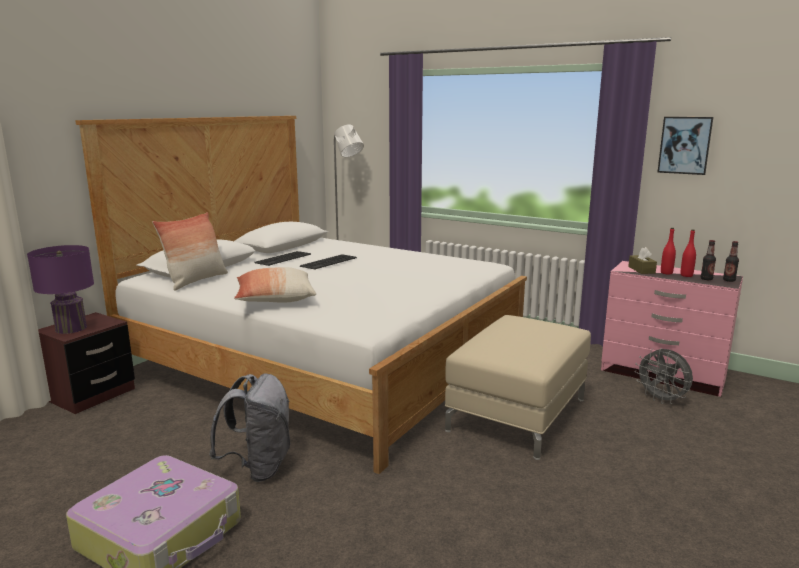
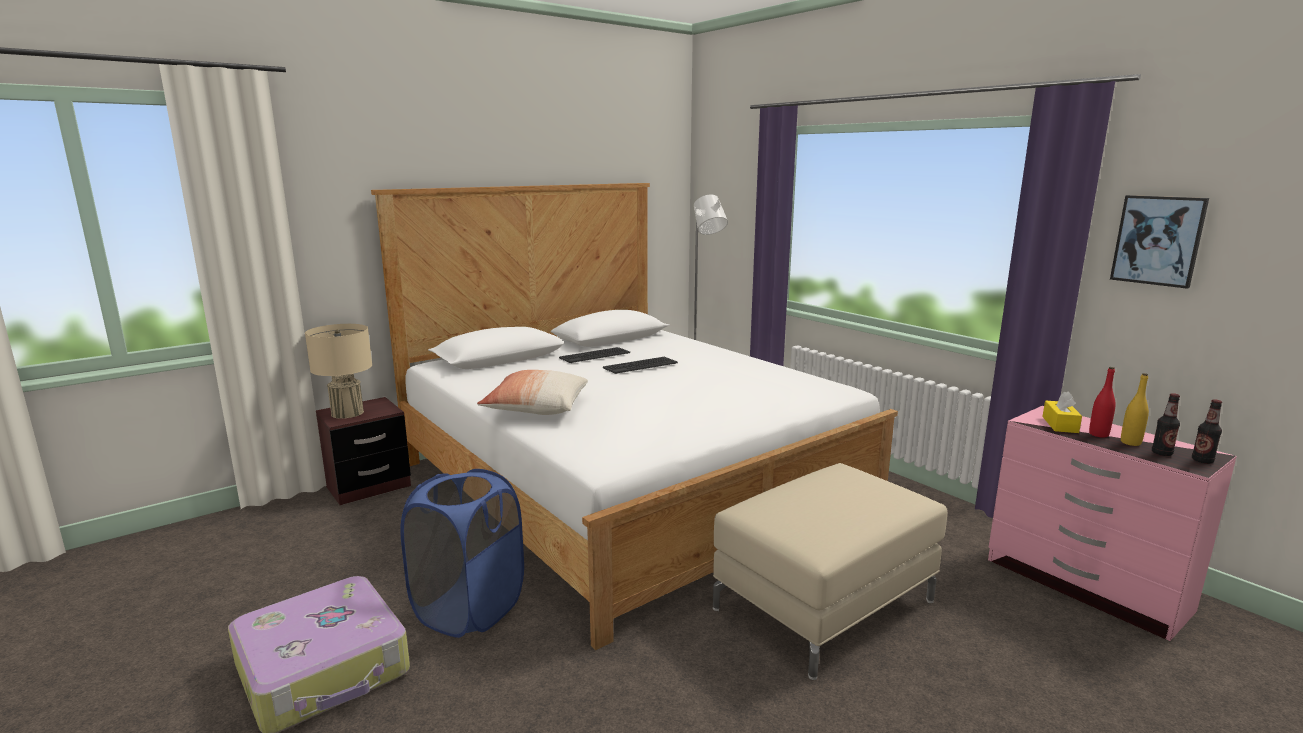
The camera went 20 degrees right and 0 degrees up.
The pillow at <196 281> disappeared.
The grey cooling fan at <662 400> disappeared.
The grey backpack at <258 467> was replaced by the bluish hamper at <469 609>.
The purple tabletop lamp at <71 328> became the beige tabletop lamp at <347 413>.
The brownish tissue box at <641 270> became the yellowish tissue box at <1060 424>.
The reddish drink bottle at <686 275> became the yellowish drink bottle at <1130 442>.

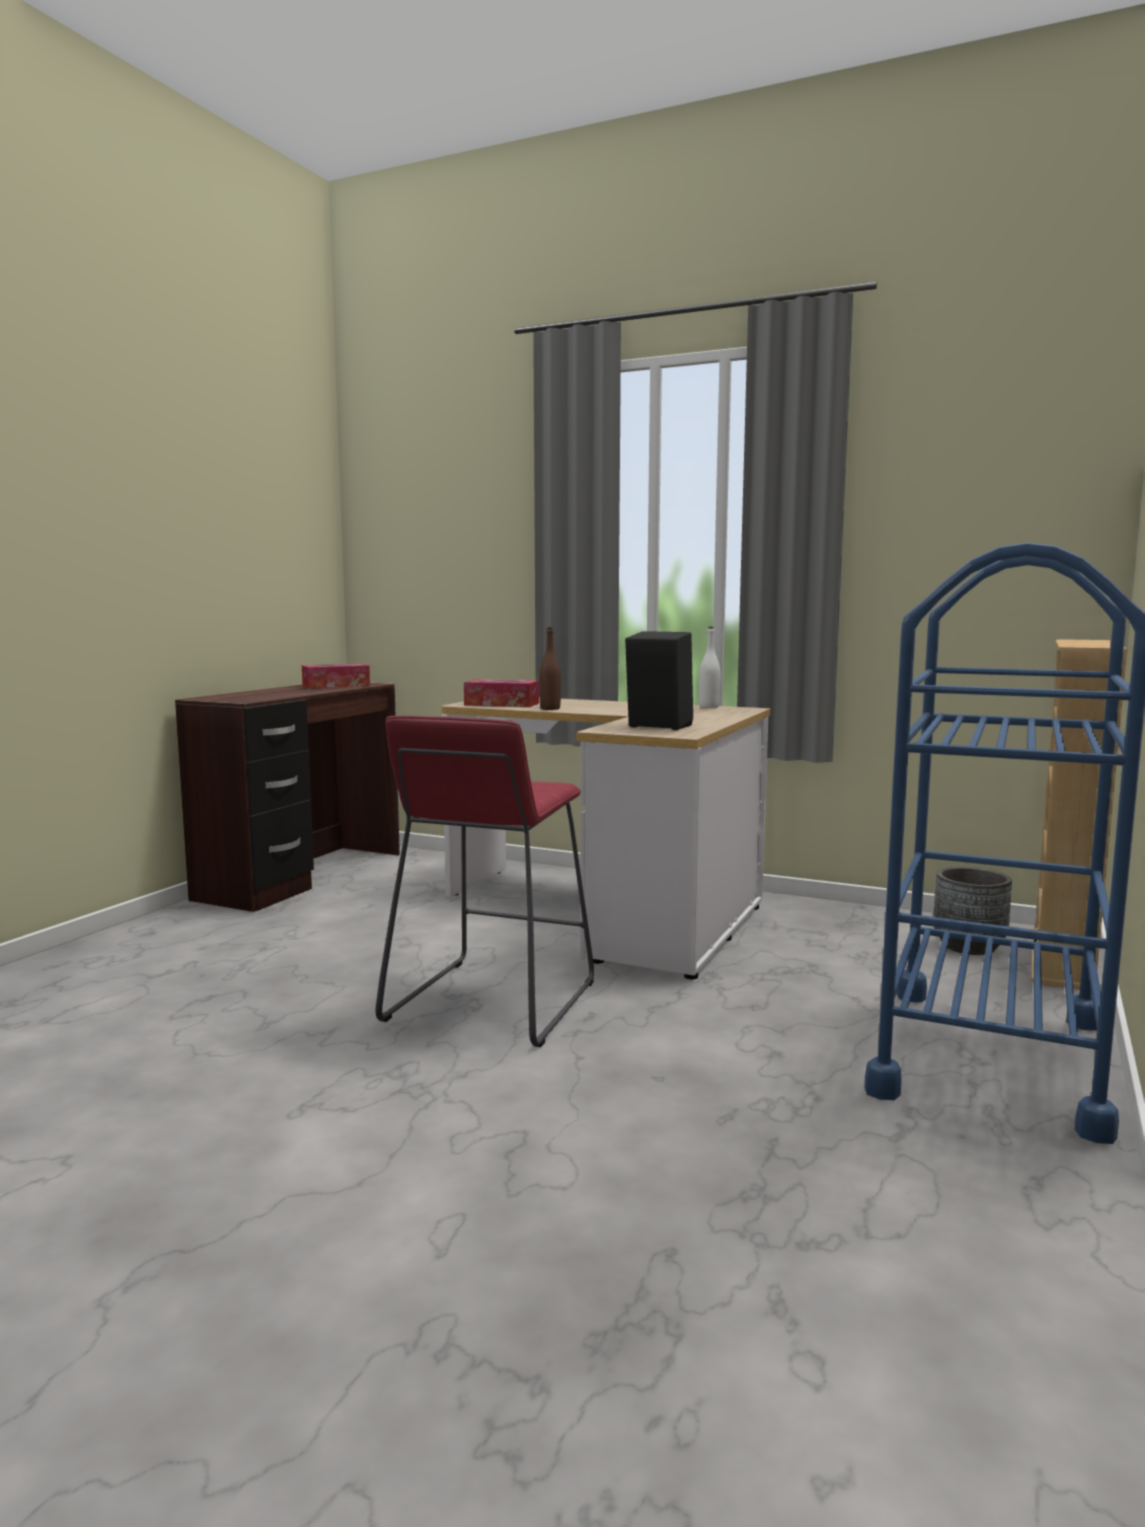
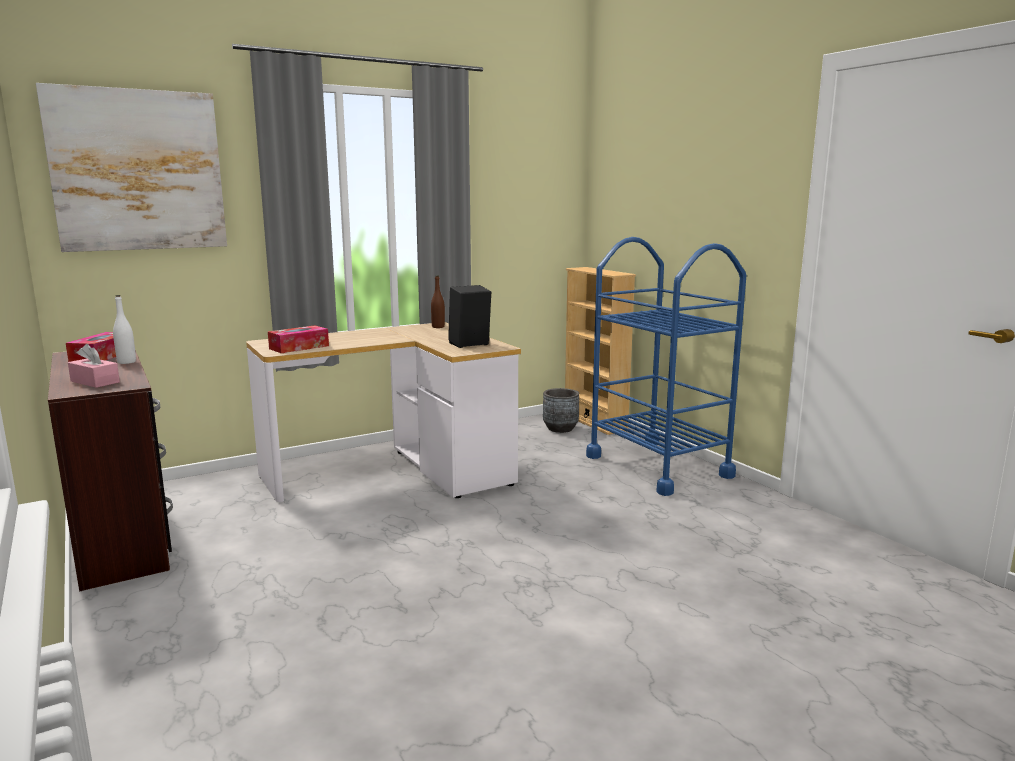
The camera went 55 degrees left and 5 degrees up.
The reddish stool seat at <491 1002> disappeared.
The wall art at <138 171> appeared.
The pinkish tissue box at <95 382> appeared.
The brownish drink bottle moved from <550 709> to <438 327>.
The whitish drink bottle moved from <709 707> to <126 362>.

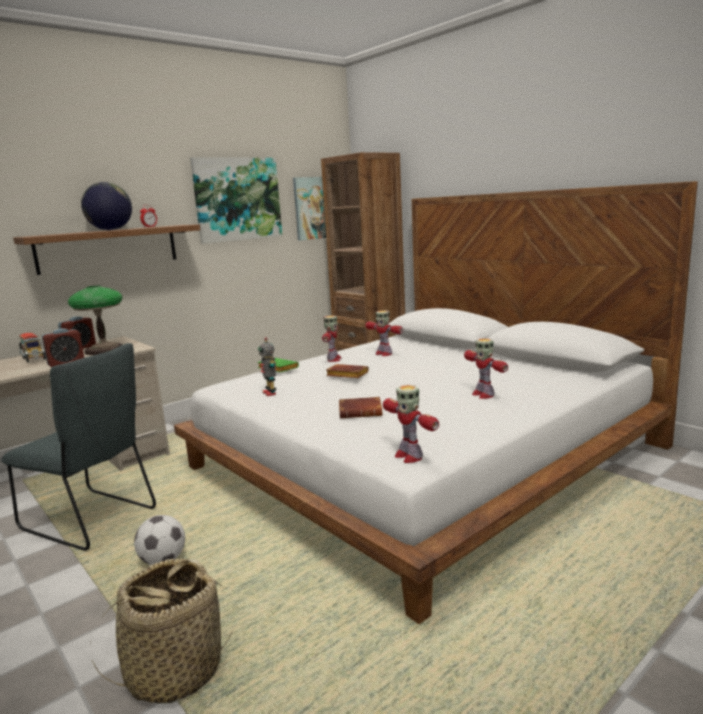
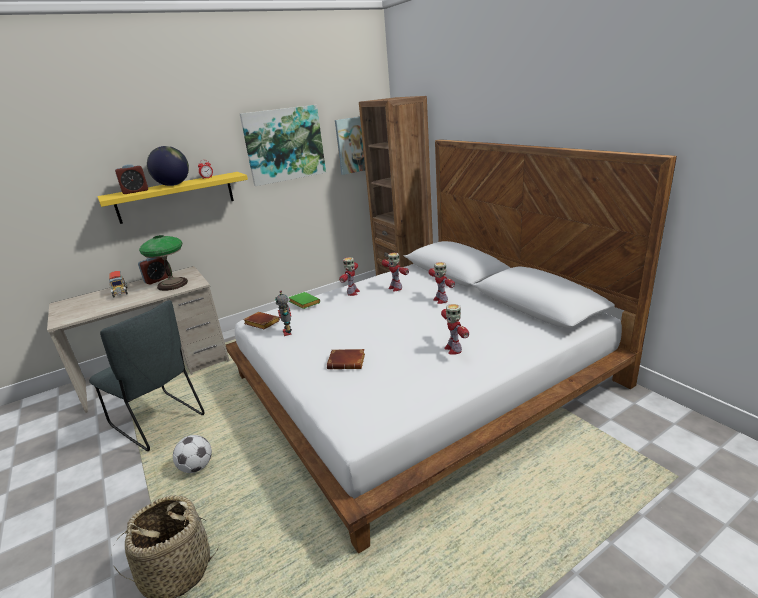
The camera went 10 degrees right and 10 degrees up.
The table clock moved from <66 363> to <135 191>.
The brownish bound book moved from <346 375> to <260 323>.
The model robot moved from <408 456> to <440 300>.
The brownish wall shelf at <108 248> became the yellowish wall shelf at <176 197>.

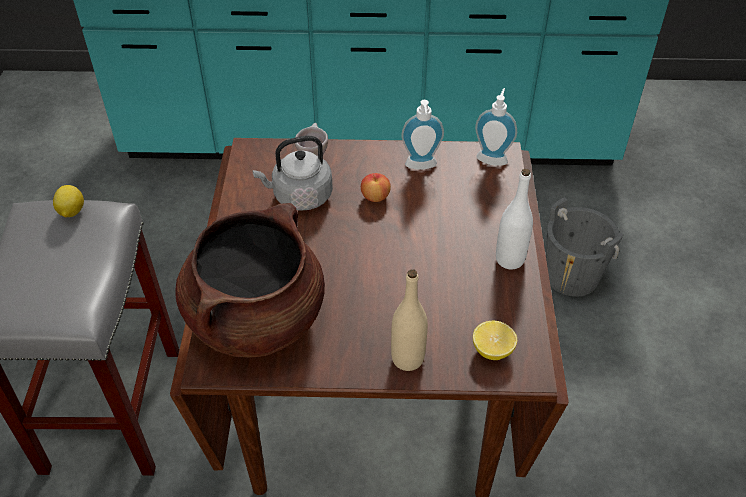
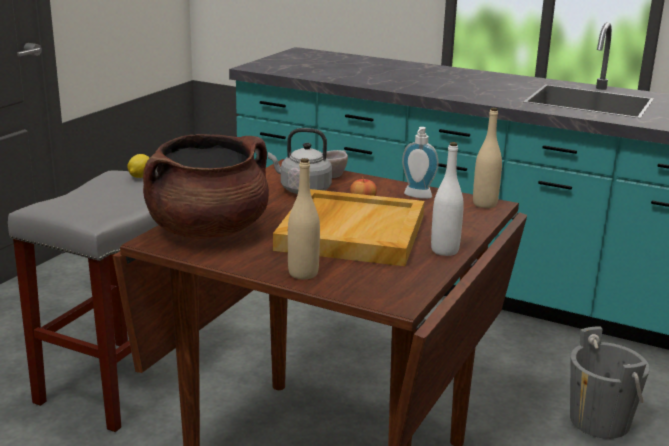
The camera went 25 degrees right and 25 degrees down.
The whole lemon at <492 350> disappeared.
The beige carrying tray at <351 232> appeared.
The soap dispenser at <492 157> was replaced by the beige drink bottle at <484 204>.

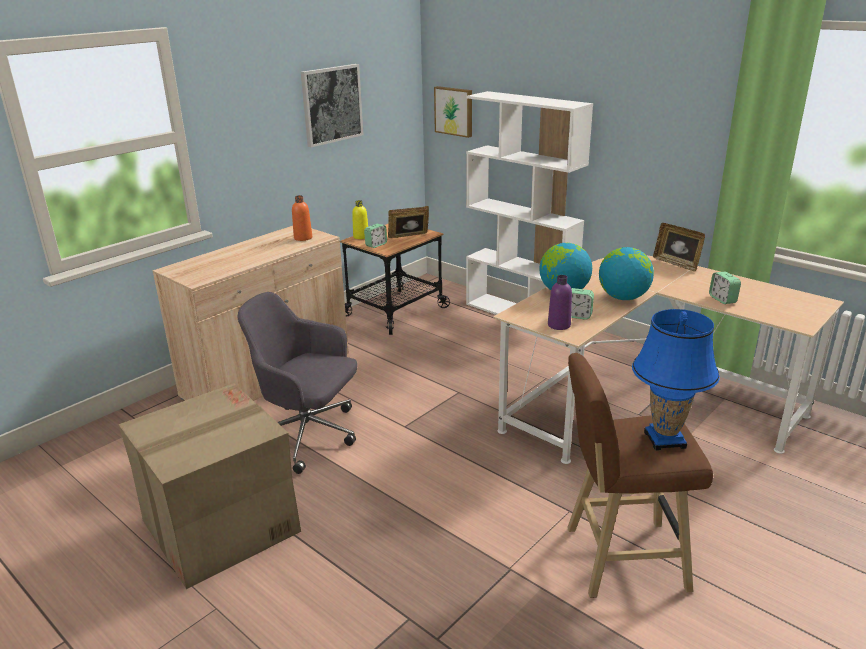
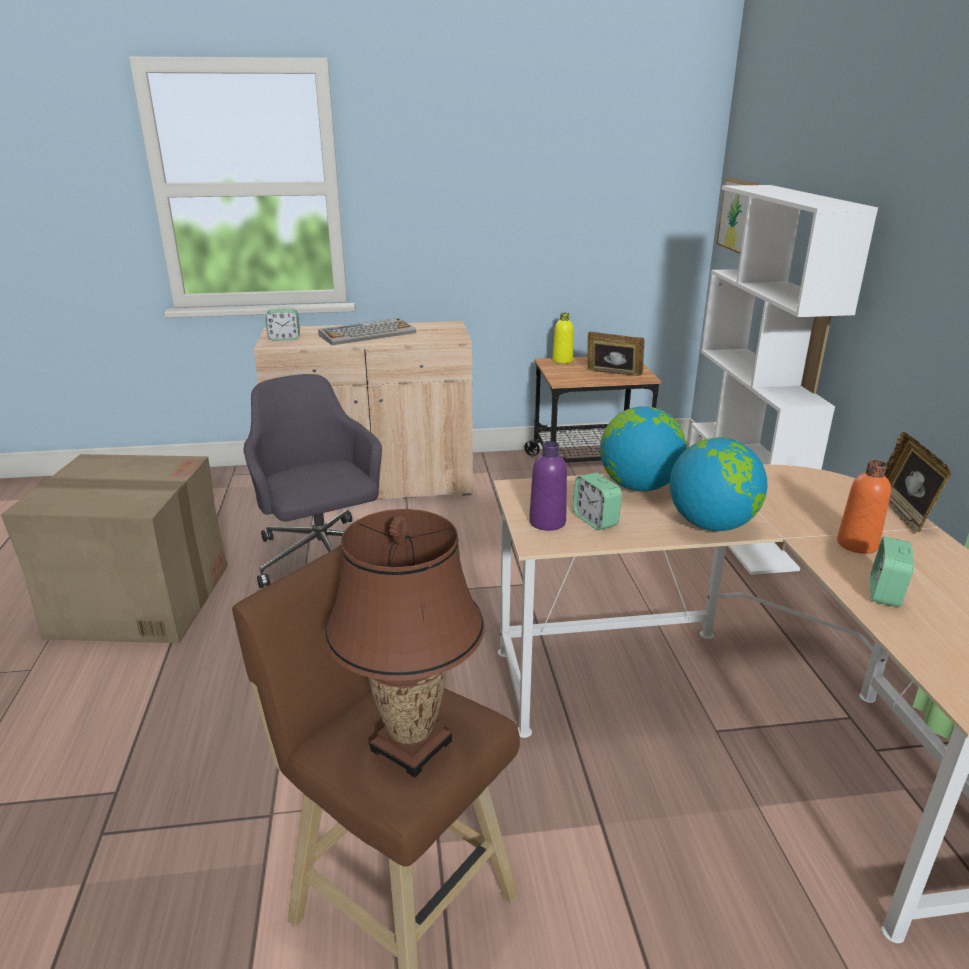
The camera went 40 degrees right and 0 degrees up.
The wall art at <331 104> disappeared.
The keyboard at <368 334> appeared.
The orange-coloured drink bottle moved from <303 238> to <857 544>.
The table clock moved from <376 245> to <284 338>.
The bluish tabletop lamp at <665 440> became the brownish tabletop lamp at <411 746>.

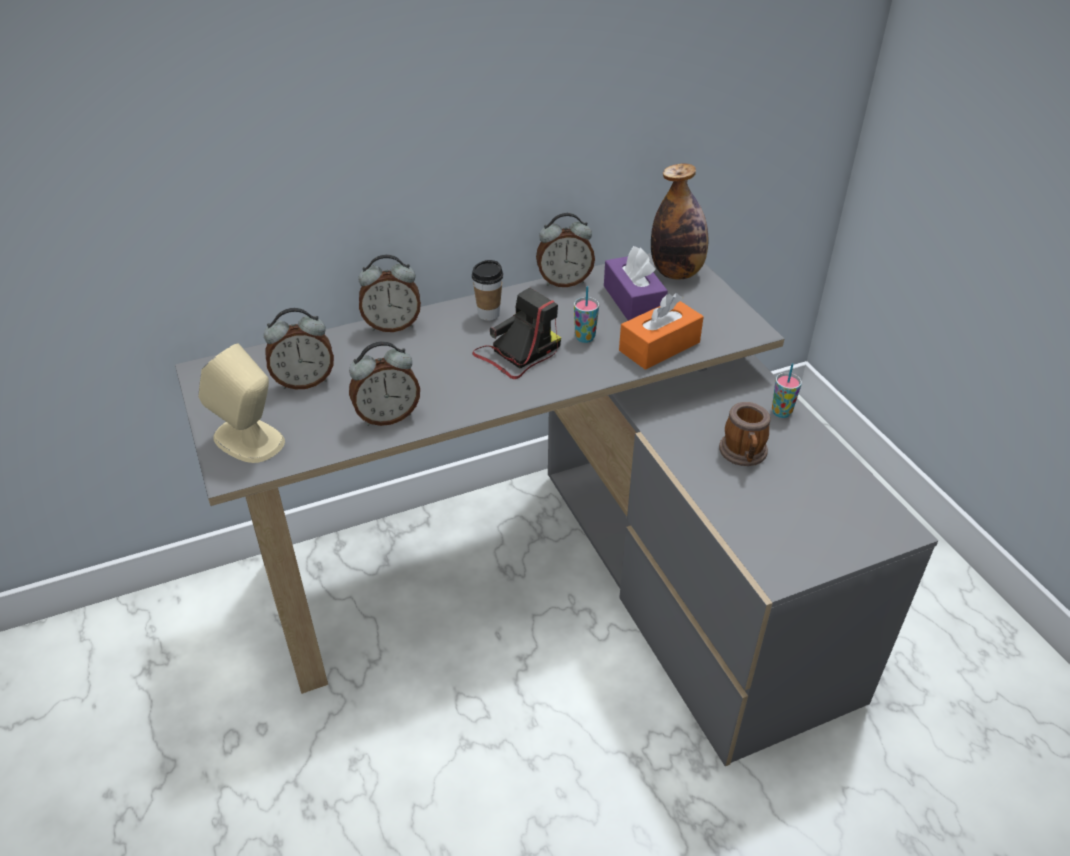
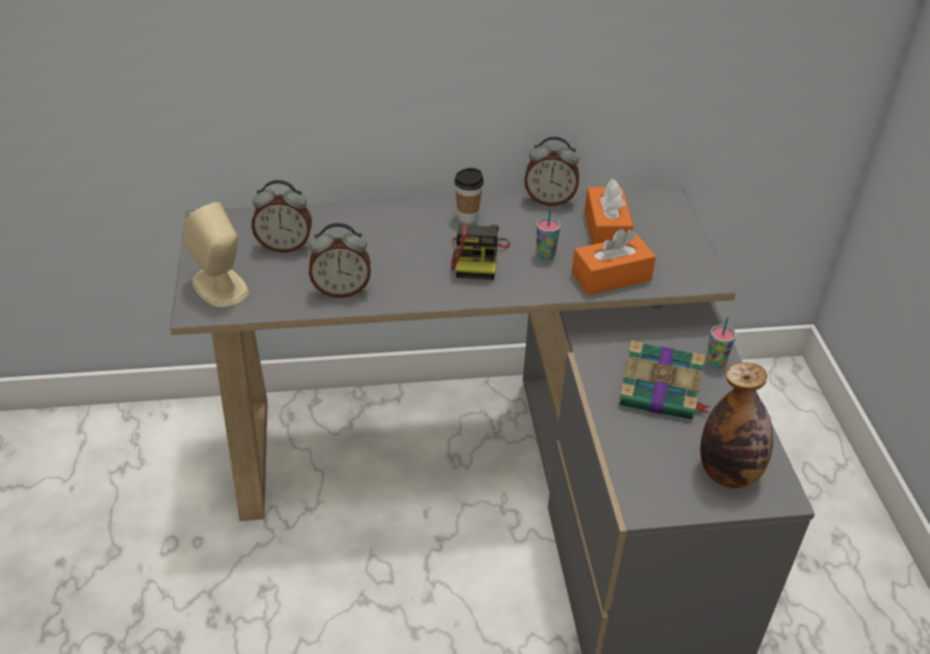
The camera went 15 degrees right and 0 degrees up.
The table clock at <392 326> disappeared.
The drink bottle moved from <676 272> to <728 473>.
The coffee mug at <744 454> was replaced by the bound book at <661 393>.
The purple tissue box at <633 301> became the orange-coloured tissue box at <606 230>.
The still camera at <518 353> turned 120 degrees clockwise.

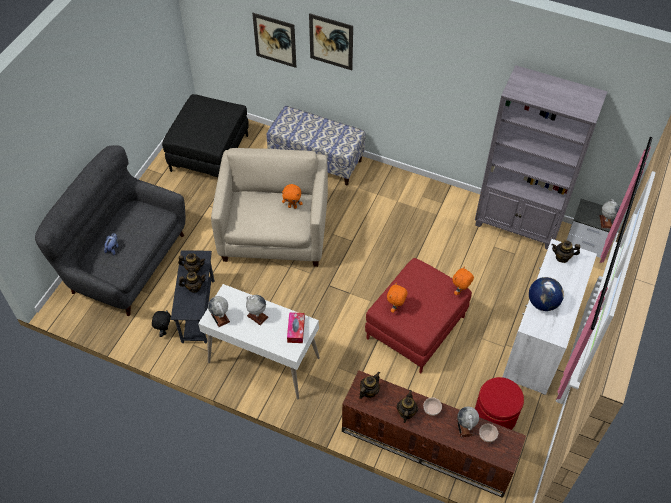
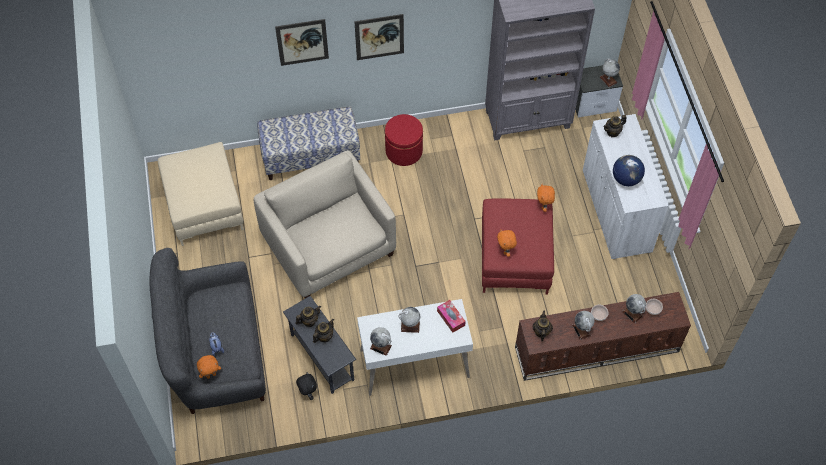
The camera went 35 degrees left and 5 degrees up.
The wall art moved from <275 40> to <379 37>.
The orange-coloured cuddly toy moved from <292 206> to <211 375>.
The reddish ottoman moved from <495 416> to <404 151>.
The tea pot at <406 412> was replaced by the world globe at <581 330>.
The black-coloured ottoman at <209 152> became the beige ottoman at <204 206>.

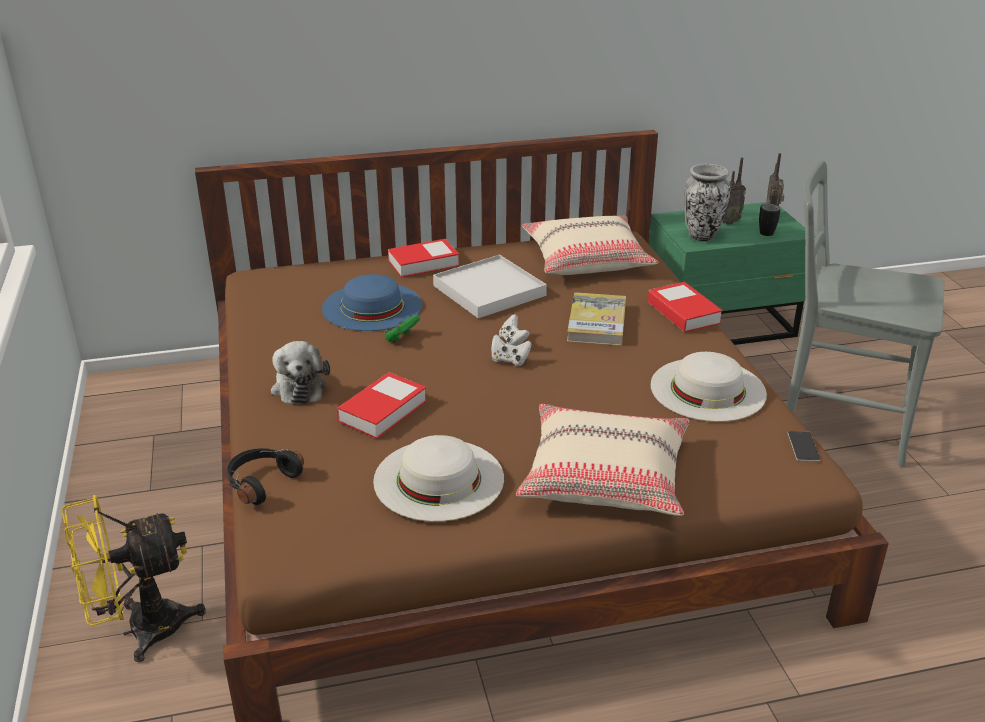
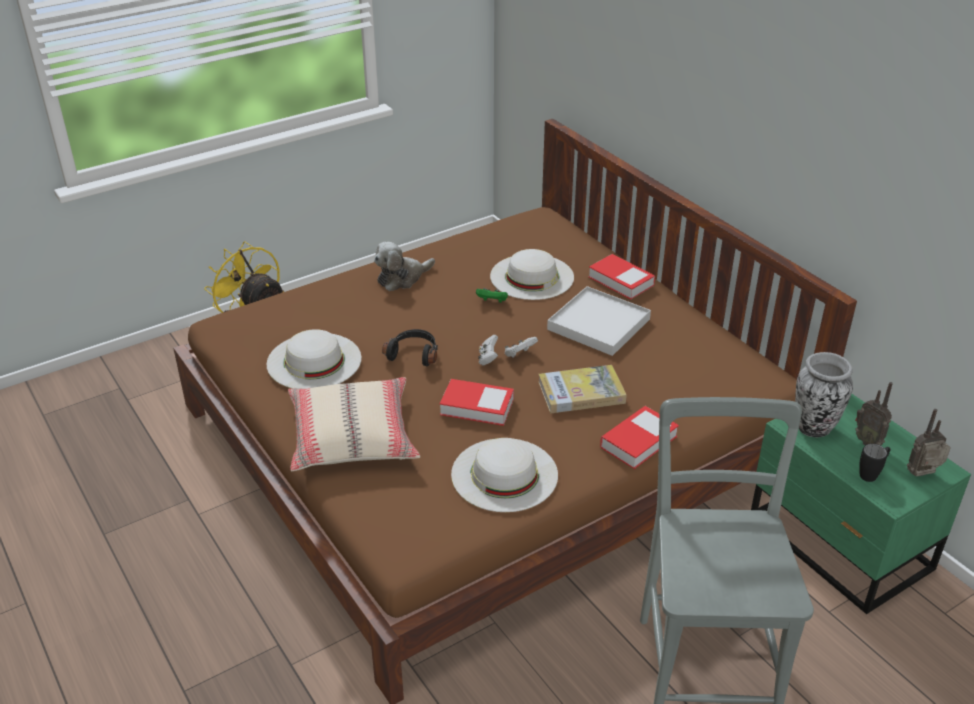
The camera went 70 degrees right and 5 degrees up.
The beige pillow at <587 259> disappeared.
The phone at <803 446> disappeared.
The black-coloured headphones moved from <261 482> to <414 354>.
The bound book moved from <382 411> to <477 407>.
The bluish wearable hat at <372 306> became the whitish wearable hat at <532 276>.

